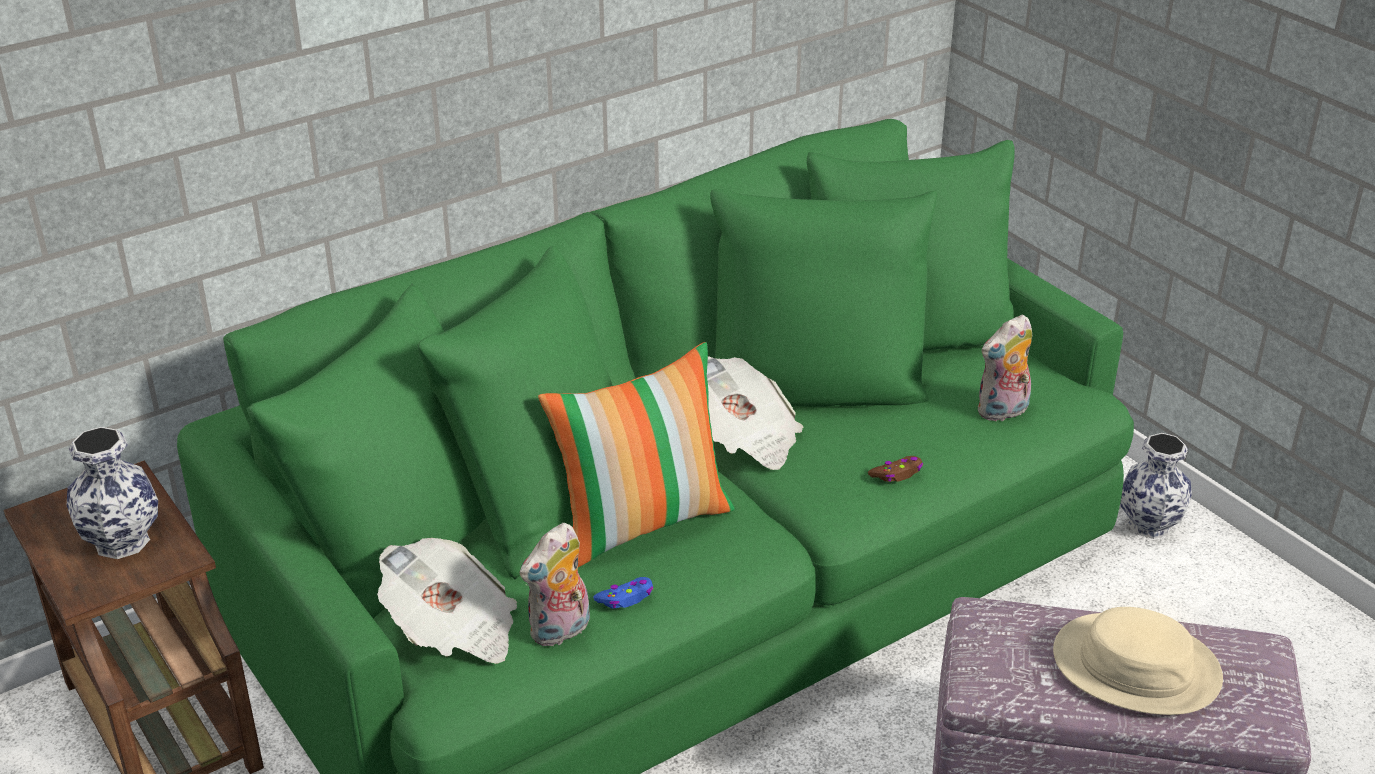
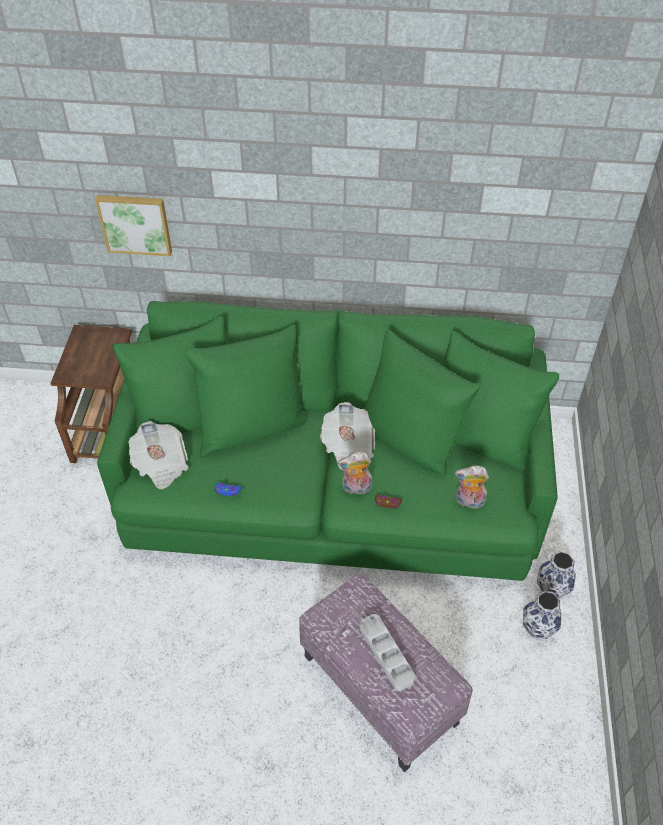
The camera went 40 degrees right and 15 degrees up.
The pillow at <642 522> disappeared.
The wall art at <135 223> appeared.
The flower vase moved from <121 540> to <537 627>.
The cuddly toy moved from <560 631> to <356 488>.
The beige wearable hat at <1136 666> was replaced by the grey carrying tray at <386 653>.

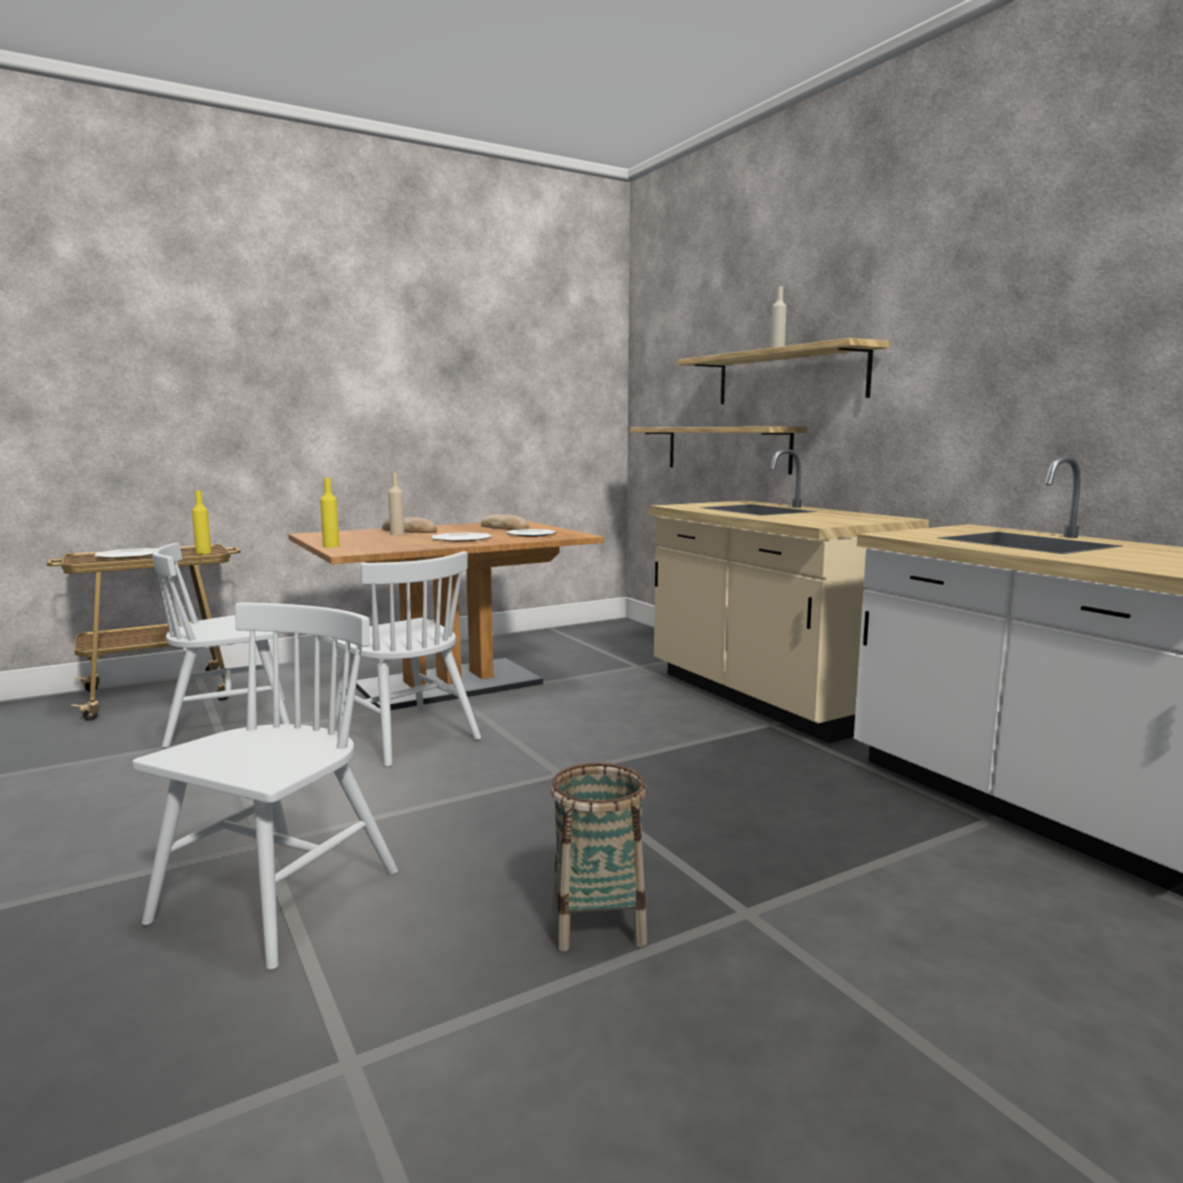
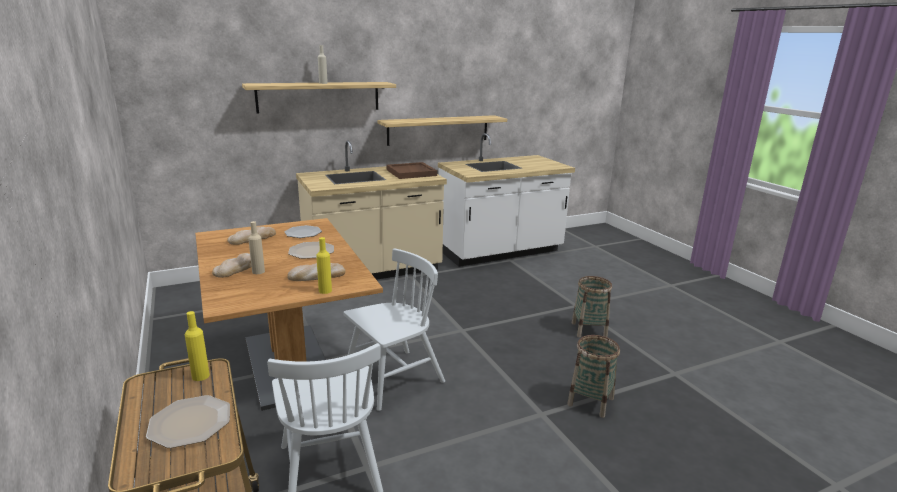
The camera went 85 degrees left and 10 degrees up.
The bakery bread at <316 276> appeared.
The brownish carrying tray at <412 173> appeared.
The wall shelf moved from <726 448> to <438 130>.
The whitish chair at <277 898> was replaced by the basket at <590 401>.

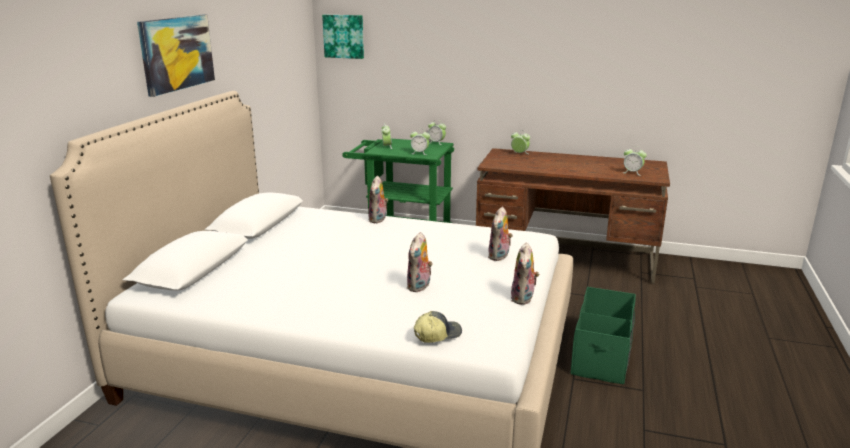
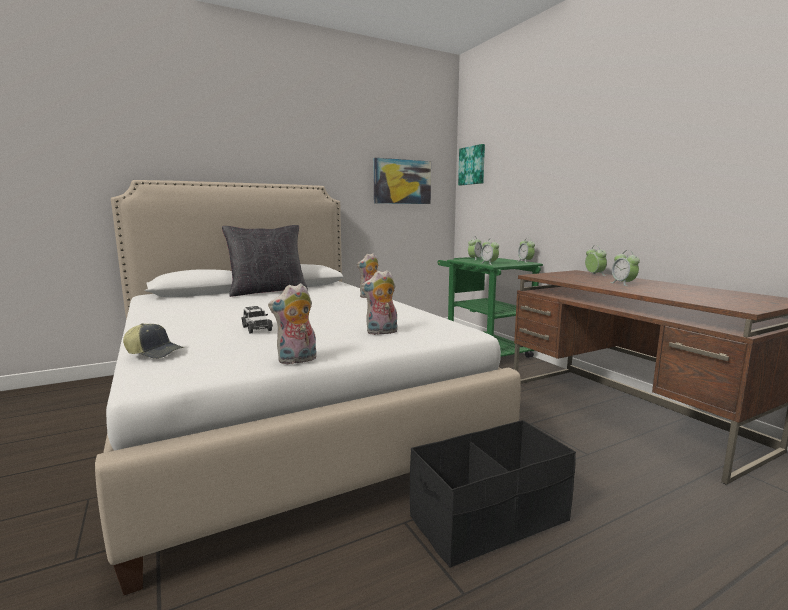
The camera went 45 degrees right and 10 degrees down.
The black-coloured pillow at <267 292> appeared.
The wall art moved from <177 53> to <402 182>.
The table clock moved from <632 173> to <623 284>.
The cuddly toy at <419 287> was replaced by the model car at <256 328>.
The greenish storage bin at <602 354> became the black-coloured storage bin at <489 519>.

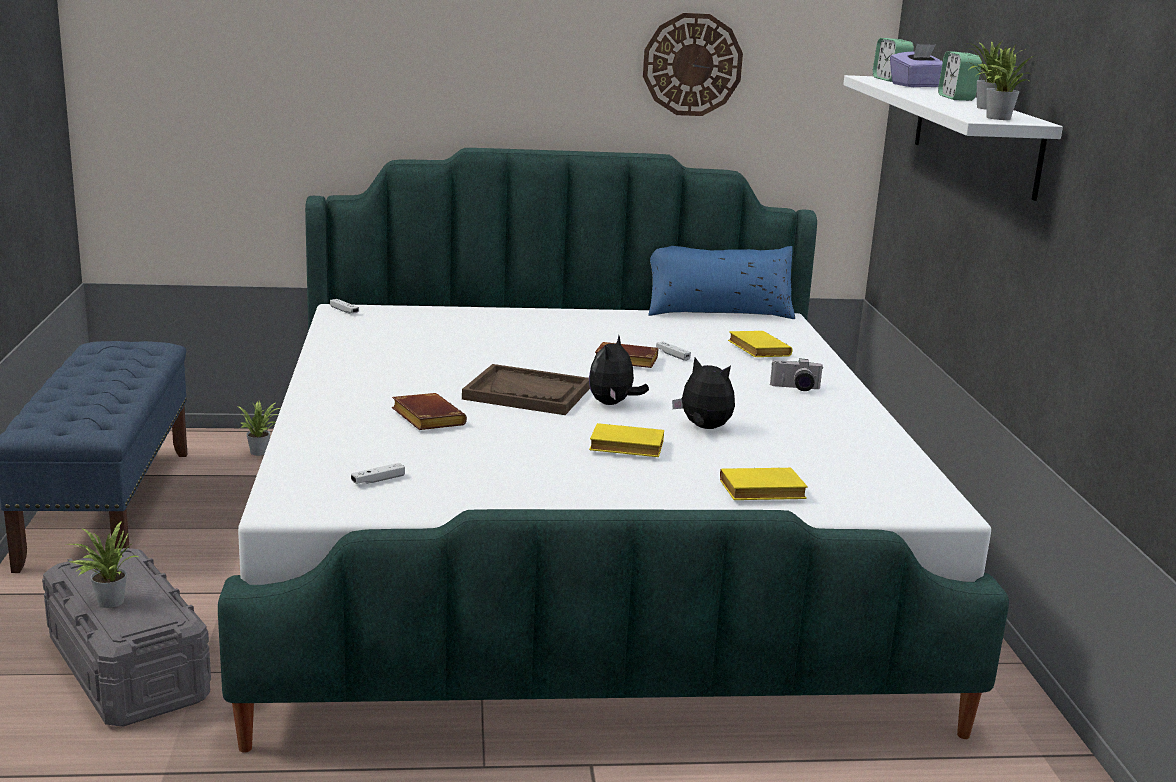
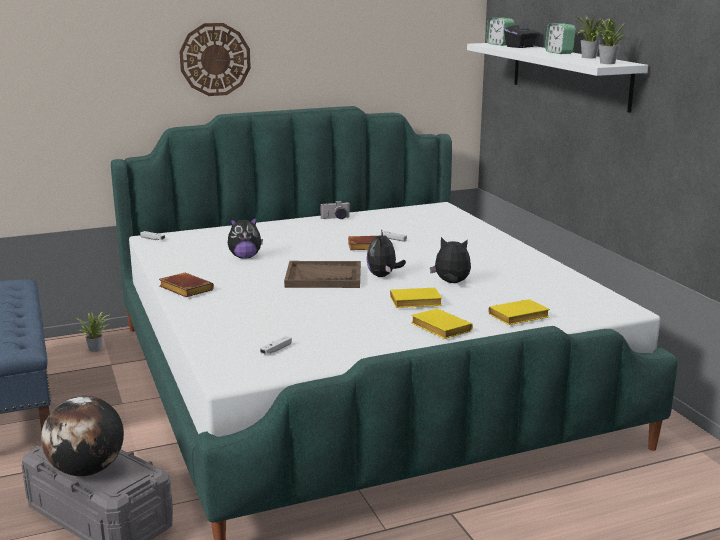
The camera went 15 degrees left and 0 degrees up.
The bluish pillow at <718 312> disappeared.
The cuddly toy at <245 257> appeared.
The brownish bound book moved from <425 418> to <184 289>.
The wall clock moved from <692 64> to <215 59>.
The yellowish bound book moved from <756 350> to <438 328>.
The still camera moved from <795 388> to <335 218>.
The plant in a pot at <107 601> was replaced by the world globe at <87 470>.
The purple tissue box at <917 86> became the black-coloured tissue box at <521 47>.

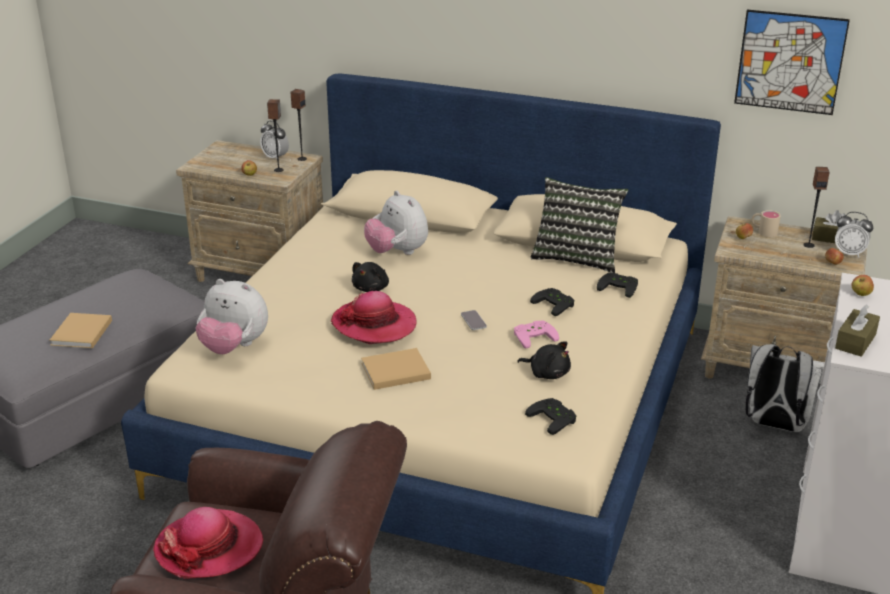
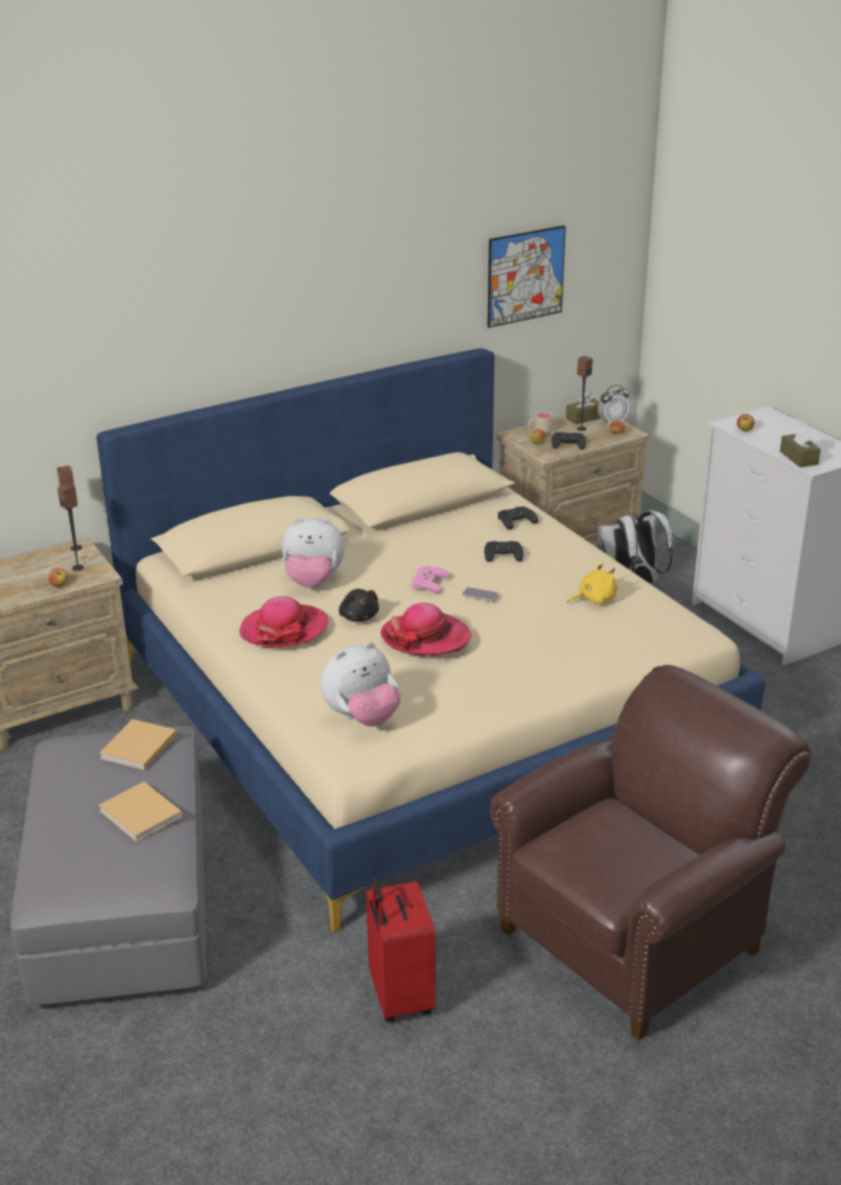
The camera went 50 degrees left and 0 degrees up.
The table clock at <275 157> disappeared.
The pillow at <577 257> disappeared.
The reddish piece of luggage at <399 997> appeared.
The wearable hat moved from <209 548> to <284 629>.
The beige bound book moved from <393 371> to <137 748>.
The pinkish joypad moved from <533 336> to <427 582>.
The black-coloured joypad moved from <554 418> to <568 443>.
The black-coloured cuddly toy at <547 373> became the yellowish cuddly toy at <594 599>.

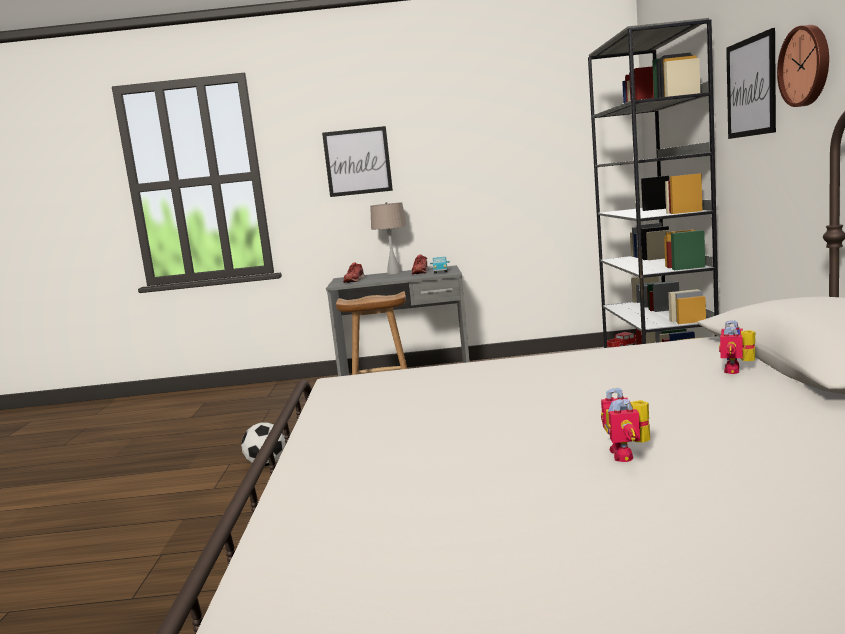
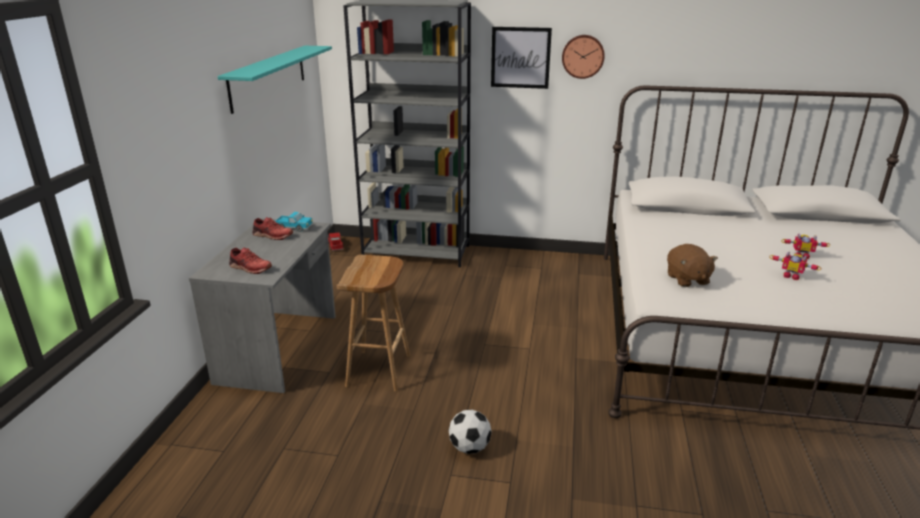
The camera went 80 degrees left and 15 degrees up.
The wall art at <357 161> disappeared.
The beige tabletop lamp at <394 273> disappeared.
The turquoise wall shelf at <268 77> appeared.
The brownish cuddly toy at <687 279> appeared.
The model robot moved from <738 370> to <791 276>.

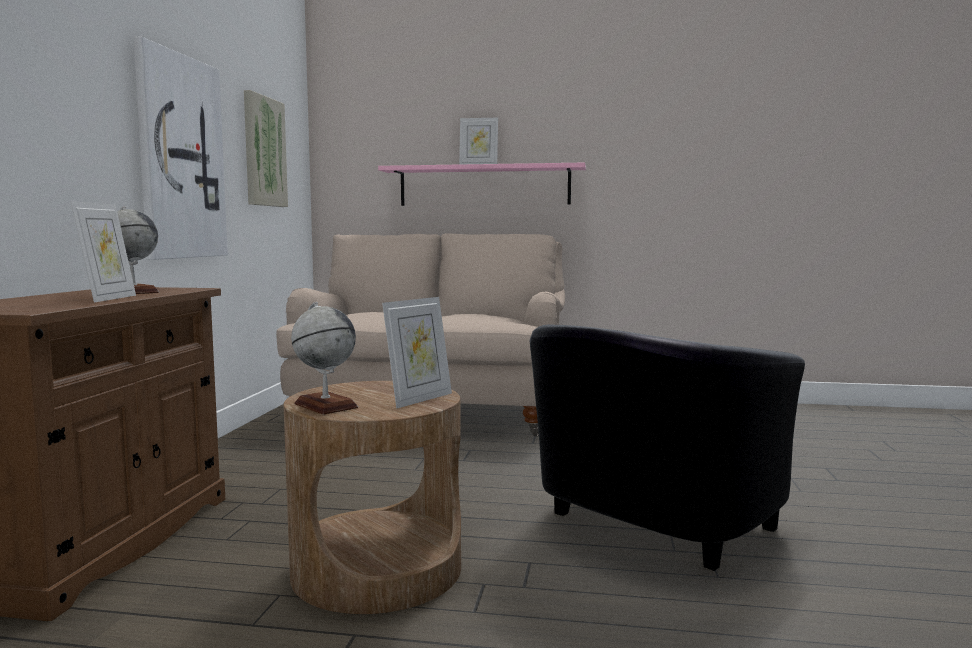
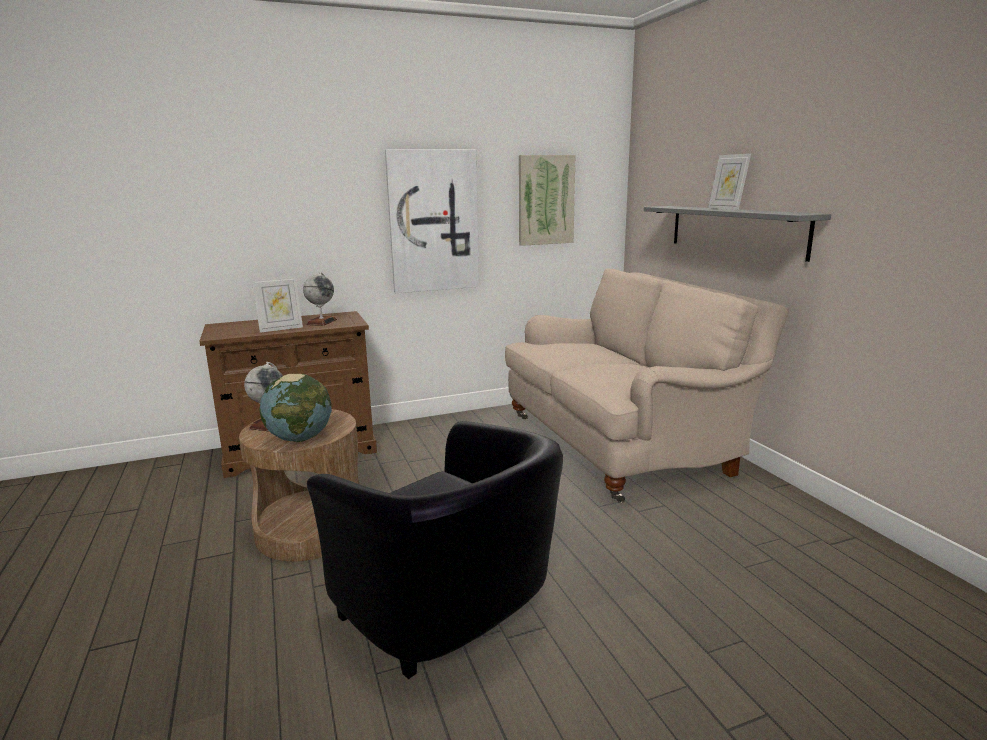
The camera went 60 degrees right and 10 degrees up.
The picture frame at <419 399> was replaced by the world globe at <300 438>.
The pinkish wall shelf at <484 186> became the grey wall shelf at <735 230>.
The black-coloured easy chair at <648 527> turned 150 degrees counterclockwise.

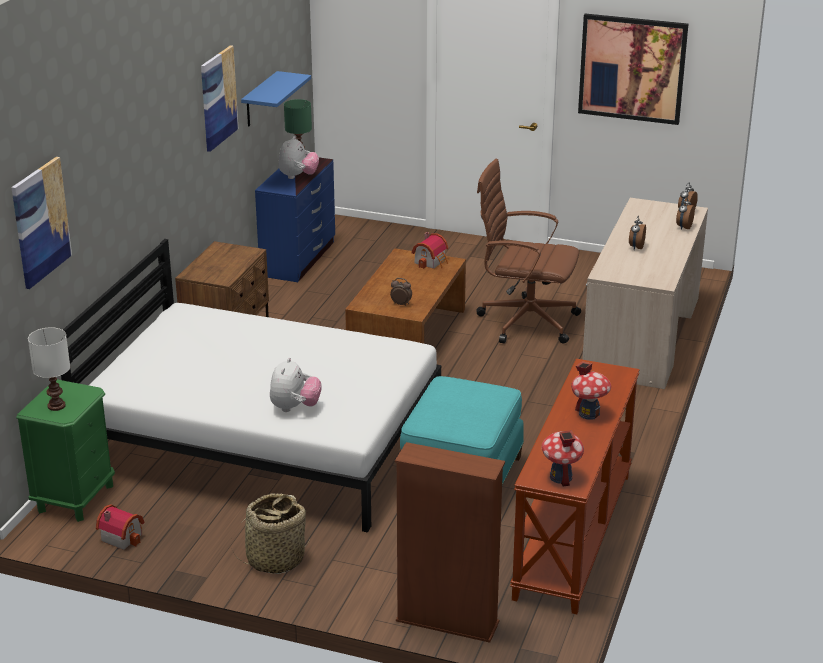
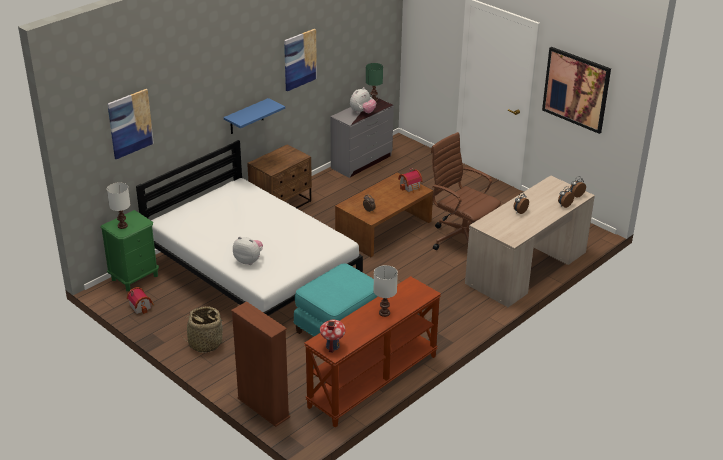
The camera went 25 degrees right and 5 degrees up.
The bluish wall shelf moved from <260 100> to <246 117>.
The toy house at <589 413> was replaced by the whitish tabletop lamp at <384 312>.
The bluish drawer chest at <299 258> became the grey drawer chest at <362 162>.
The cuddly toy at <295 408> turned 105 degrees counterclockwise.

